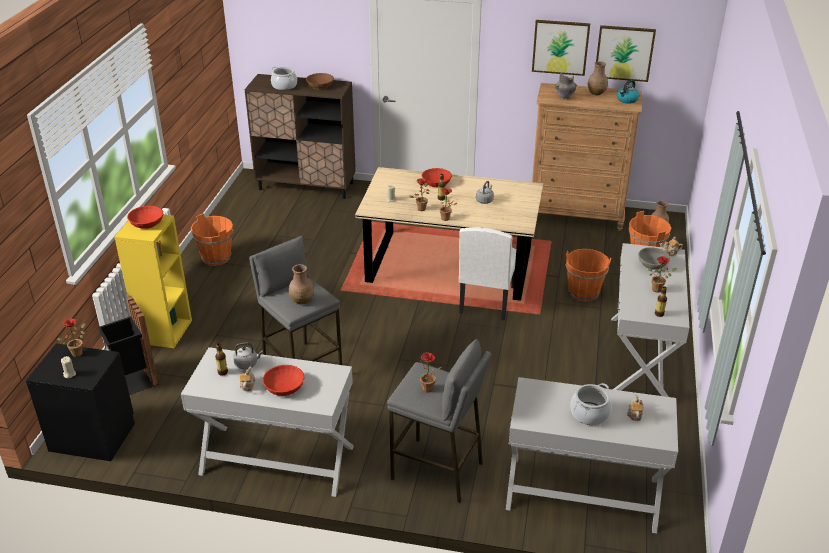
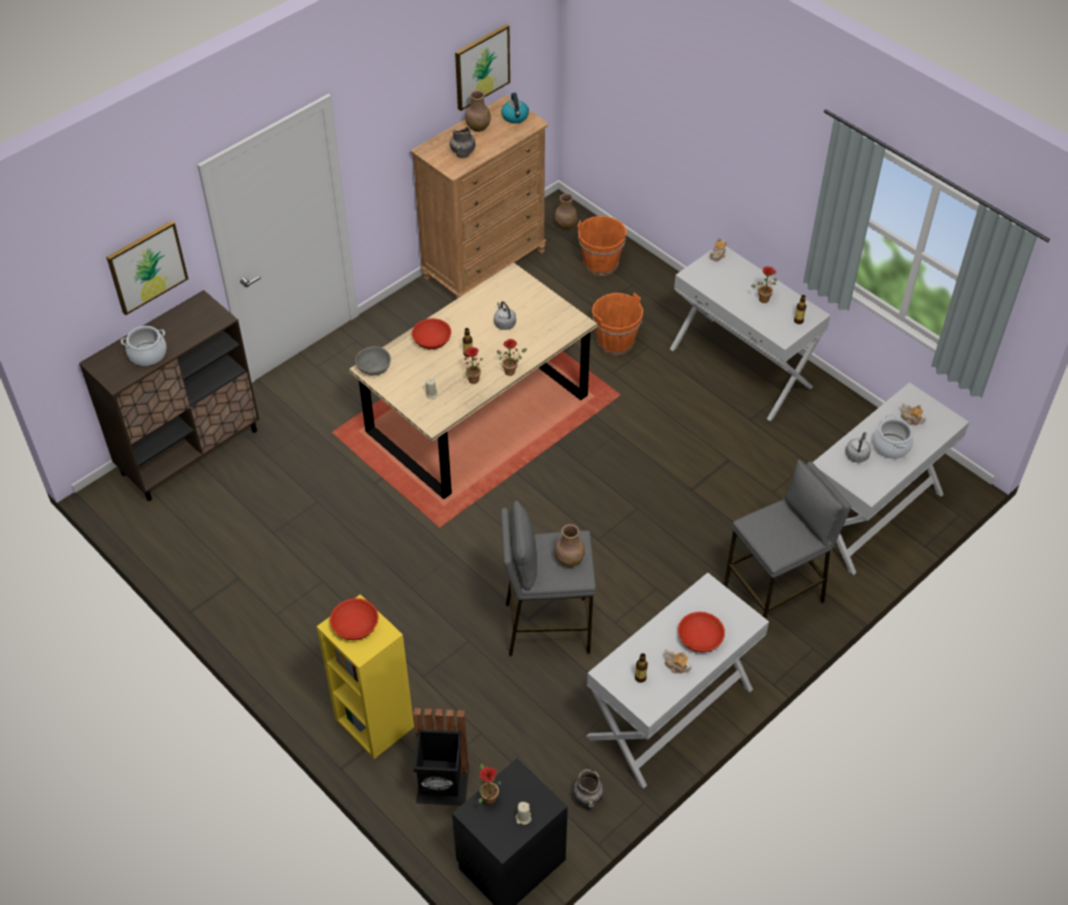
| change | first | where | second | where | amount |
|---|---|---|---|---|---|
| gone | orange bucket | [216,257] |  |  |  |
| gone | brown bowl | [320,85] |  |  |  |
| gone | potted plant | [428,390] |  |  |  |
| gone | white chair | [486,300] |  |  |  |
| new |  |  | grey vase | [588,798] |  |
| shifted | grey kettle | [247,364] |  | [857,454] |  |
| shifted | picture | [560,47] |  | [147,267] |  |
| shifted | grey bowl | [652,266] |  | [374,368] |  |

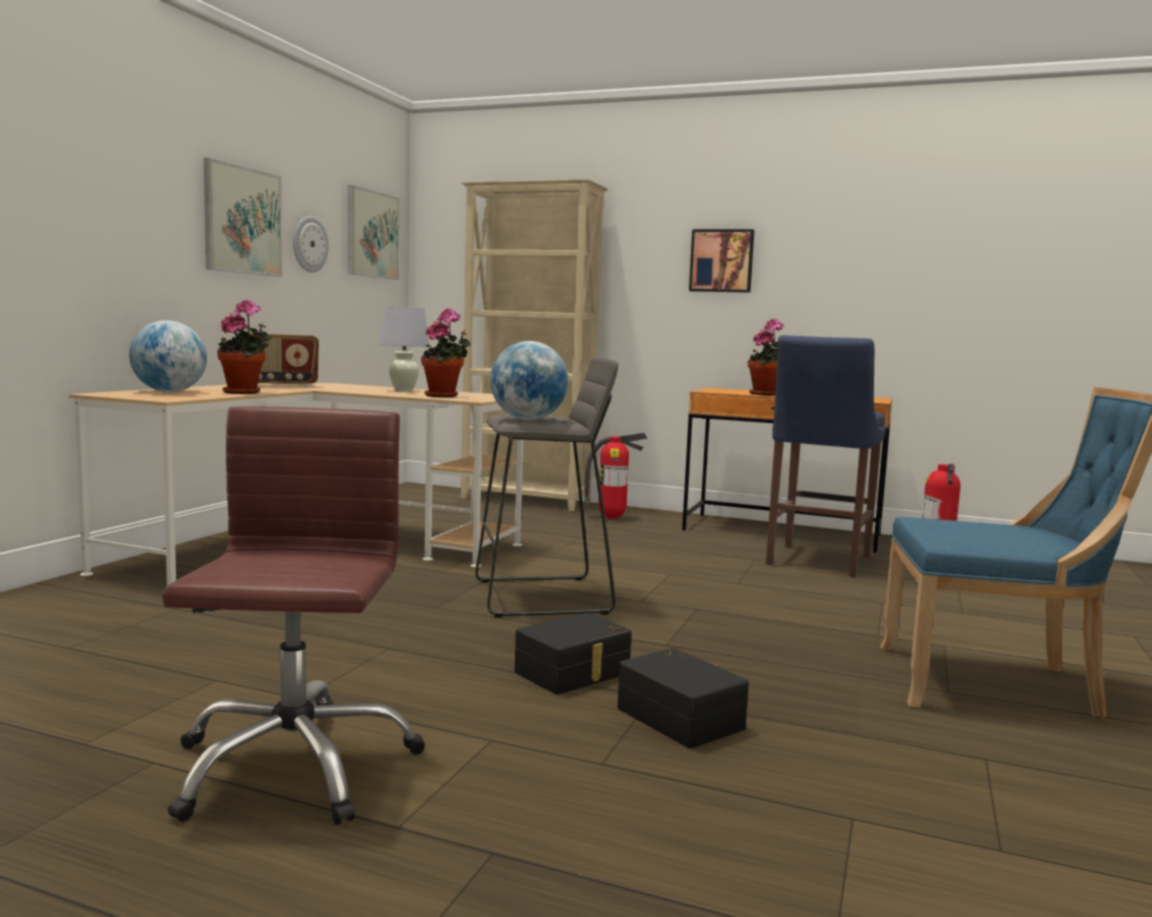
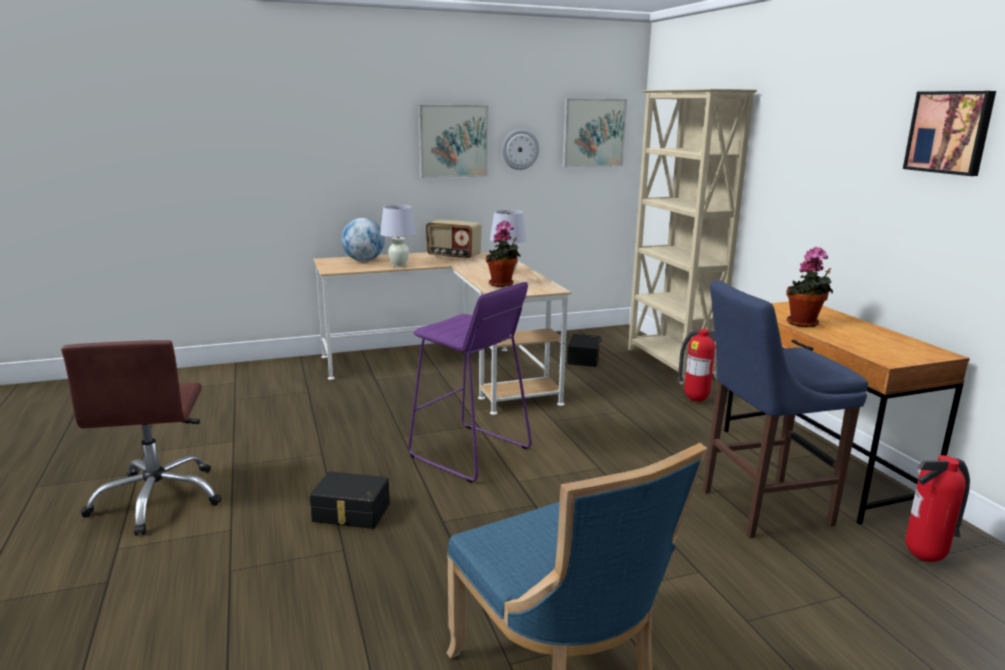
| change | first | where | second | where | amount |
|---|---|---|---|---|---|
| gone | globe | [528,419] |  |  |  |
| shifted | black storage box | [682,717] |  | [585,358] |  |
| shifted | picture | [722,261] |  | [950,132] |  |
| swapped | potted plant | [245,392] | white table lamp | [399,265] |  |
| repainted | grey stool | [542,597] | purple stool | [469,452] |  |
| rotated | brown office chair | [292,766] |  | [158,499] | 120 degrees clockwise |

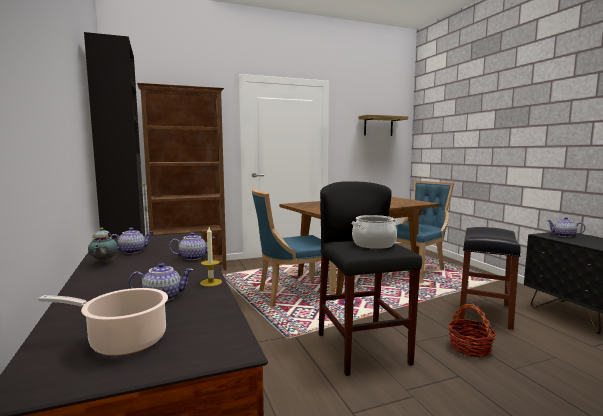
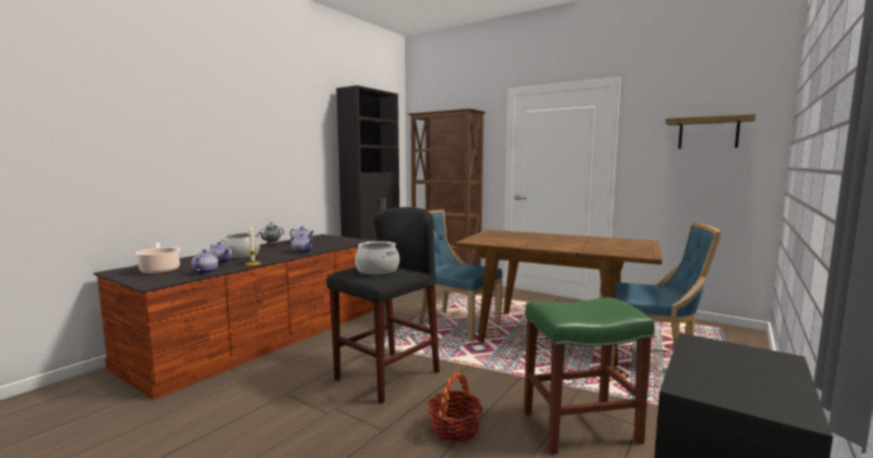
| change | first | where | second | where | amount |
|---|---|---|---|---|---|
| new |  |  | cooking pot | [241,255] |  |
| shifted | teapot | [564,236] |  | [205,272] |  |
| repainted | black stool | [484,312] | green stool | [581,426] |  |

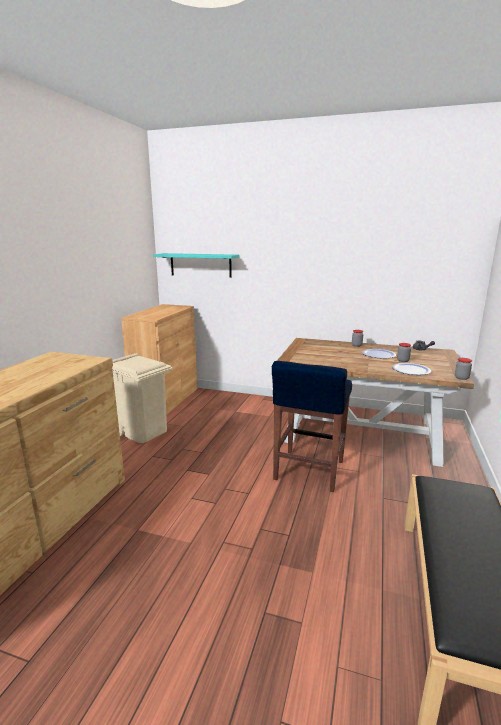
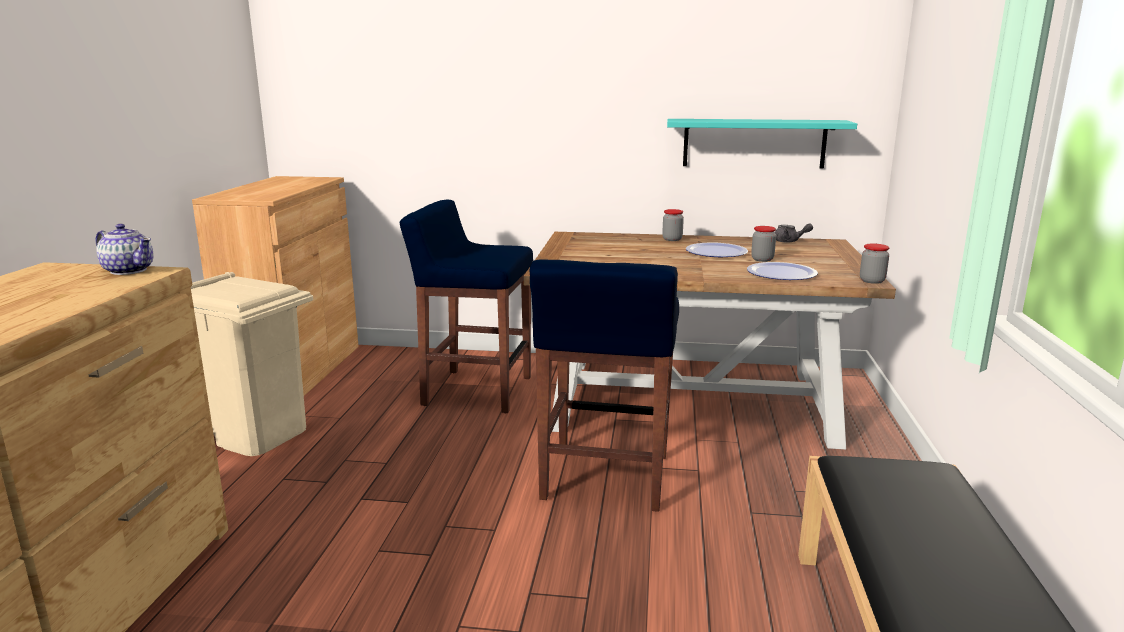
| change | first | where | second | where | amount |
|---|---|---|---|---|---|
| new |  |  | teapot | [128,270] |  |
| new |  |  | blue stool | [475,391] |  |
| shifted | turquoise shelf | [200,265] |  | [754,143] |  |

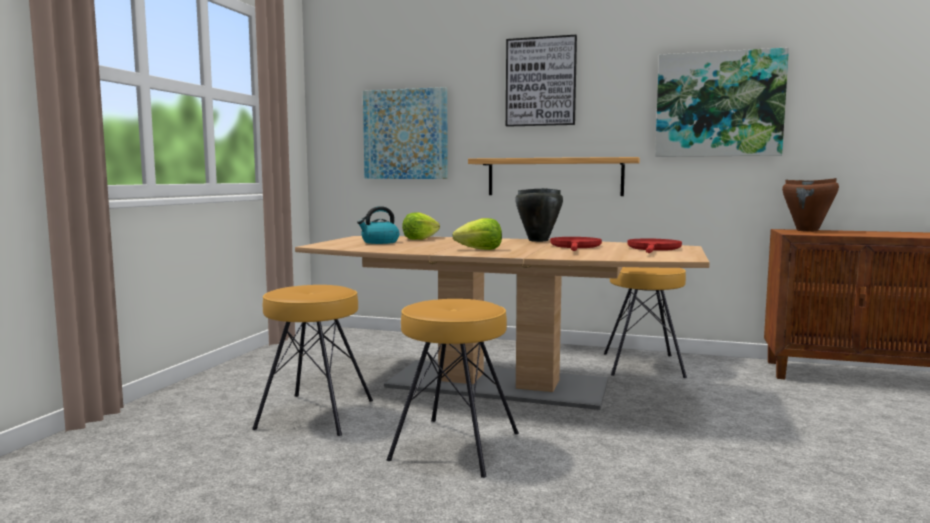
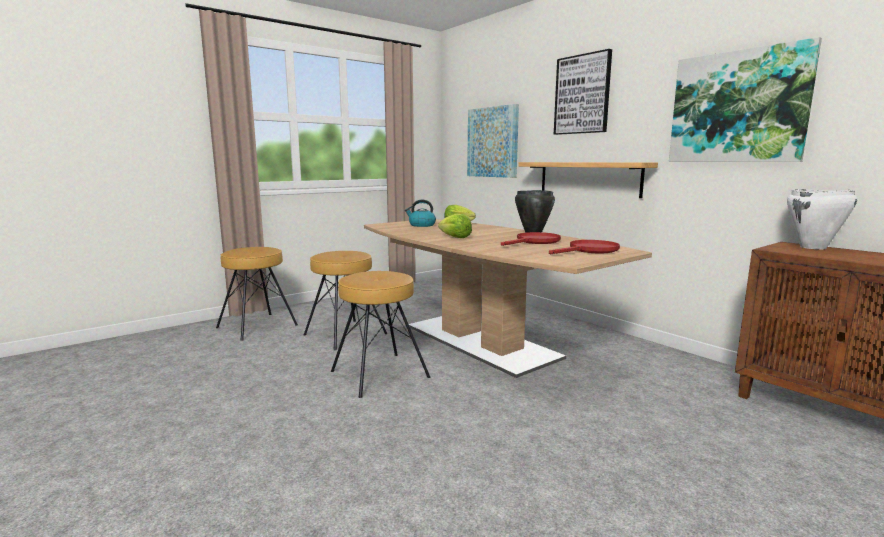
| change | first | where | second | where | amount |
|---|---|---|---|---|---|
| shifted | brown stool | [643,365] |  | [257,326] |  |
| repainted | brown cooking pot | [807,230] | white cooking pot | [813,247] |  |

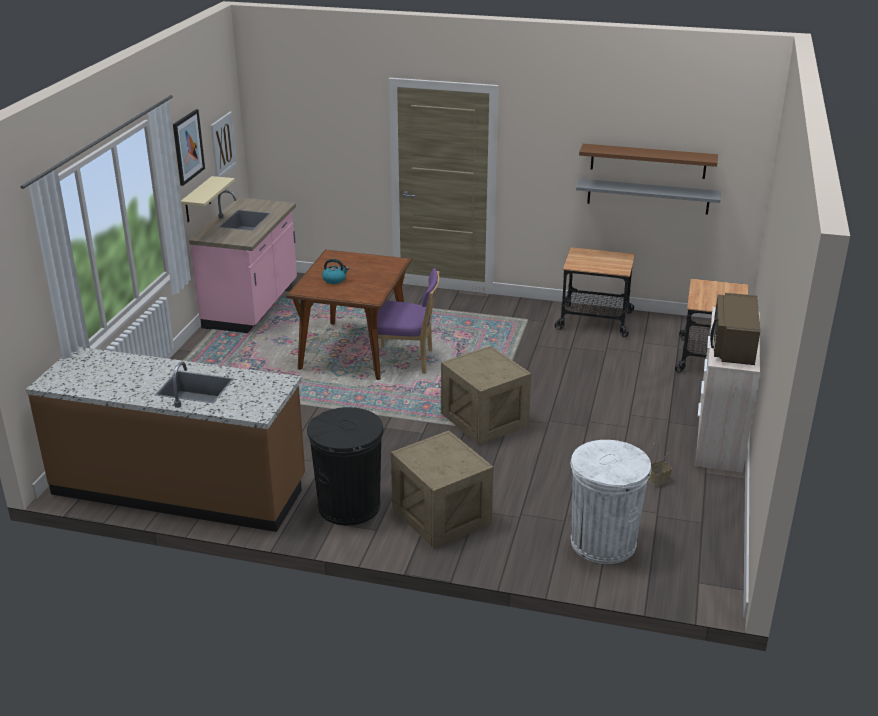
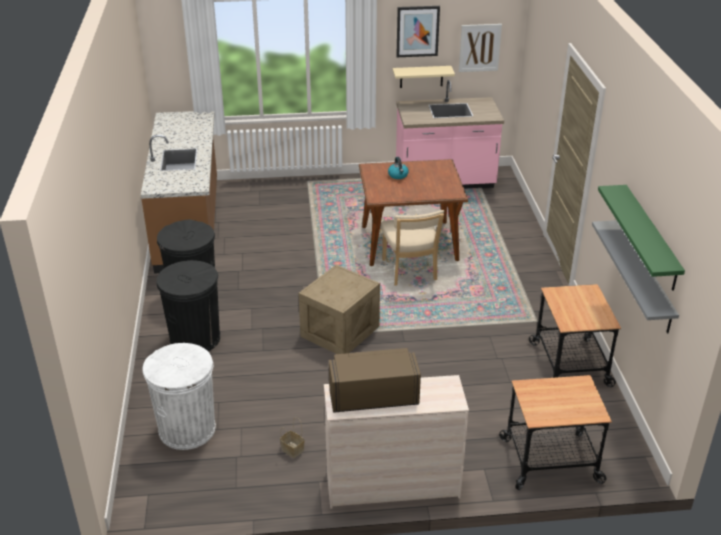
| change | first | where | second | where | amount |
|---|---|---|---|---|---|
| swapped | crate | [441,516] | black trash can | [195,339] |  |
| repainted | purple chair | [406,361] | beige chair | [410,272] |  |
| repainted | brown shelf | [648,161] | green shelf | [651,237] |  |

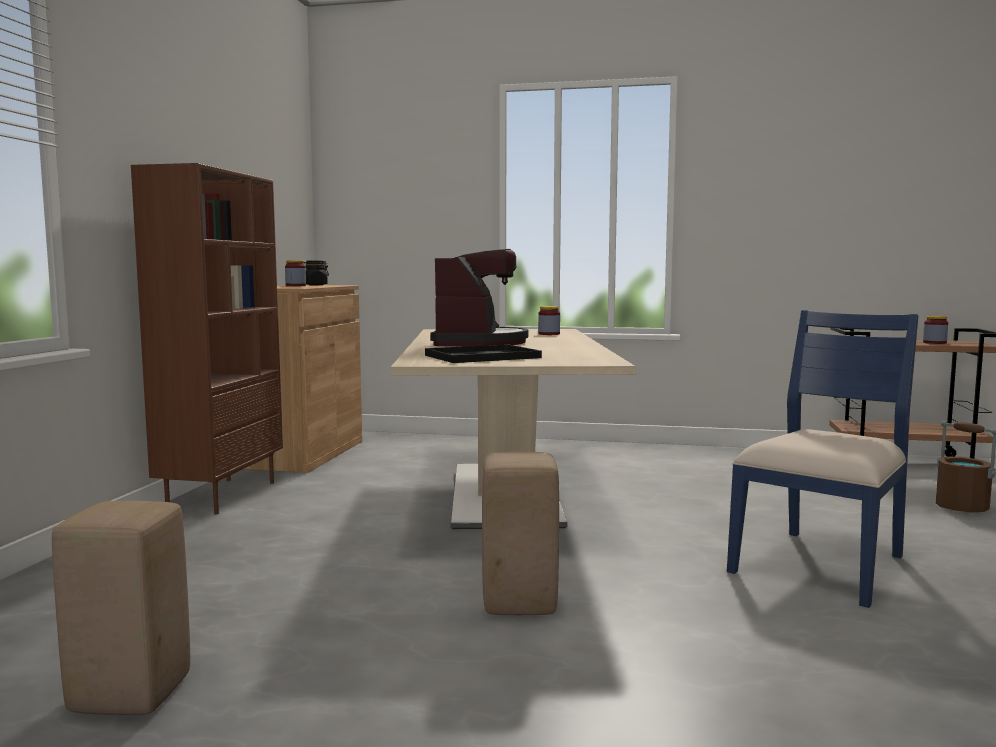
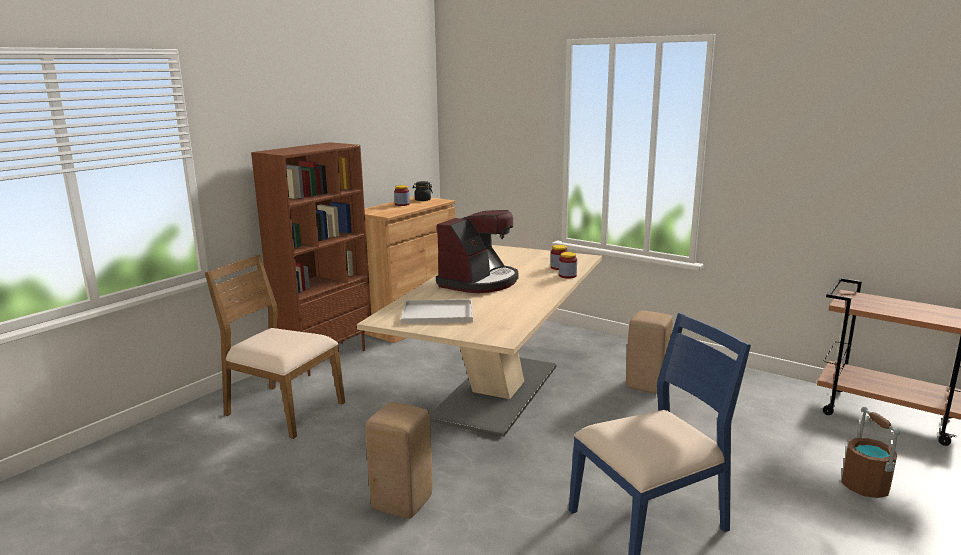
| change | first | where | second | where | amount |
|---|---|---|---|---|---|
| new |  |  | brown chair | [283,409] |  |
| shifted | beige stool | [131,696] |  | [647,386] |  |
| shifted | jar | [934,343] |  | [567,275] |  |
| repainted | black tray | [483,356] | white tray | [439,313] |  |

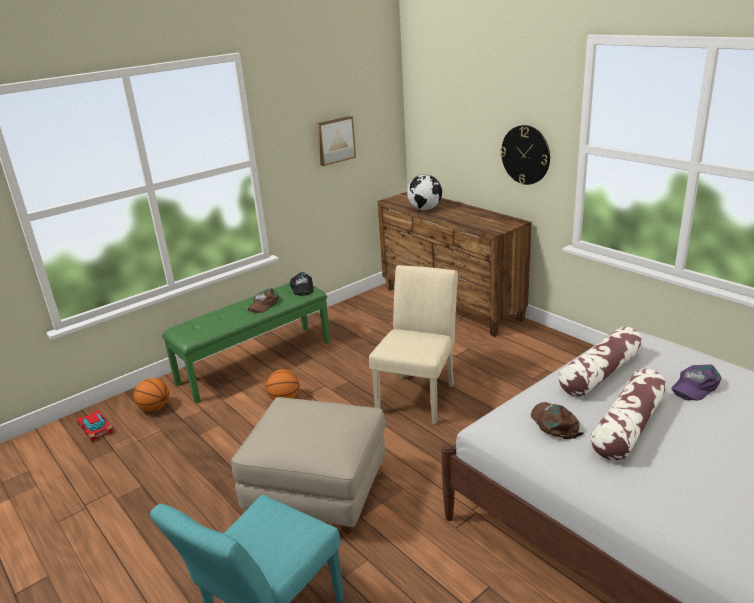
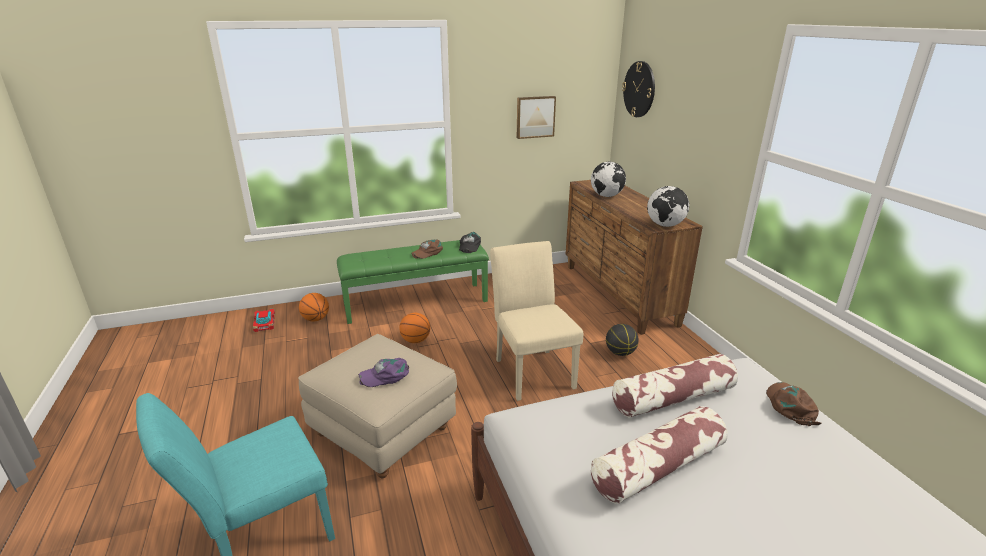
| change | first | where | second | where | amount |
|---|---|---|---|---|---|
| new |  |  | basketball | [620,353] |  |
| new |  |  | globe | [665,225] |  |
| shifted | wall clock | [525,155] |  | [639,89] |  |
| shifted | brown cap | [554,423] |  | [790,406] |  |
| shifted | purple cap | [694,386] |  | [385,375] |  |
| rotated | beige chair | [418,395] |  | [531,370] | 60 degrees counterclockwise |

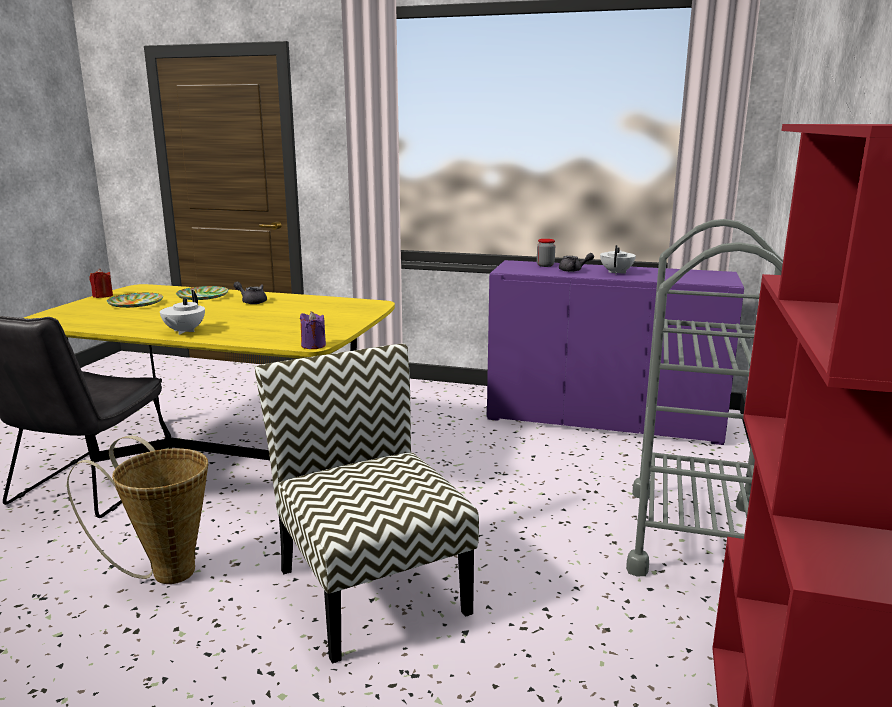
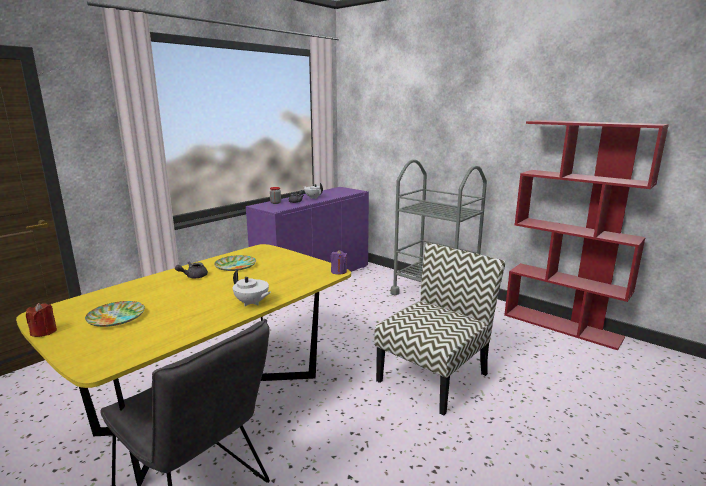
| change | first | where | second | where | amount |
|---|---|---|---|---|---|
| gone | basket | [165,571] |  |  |  |
| shifted | plate | [203,296] |  | [235,266] |  |
| rotated | chair | [370,589] |  | [433,376] | 135 degrees clockwise |

